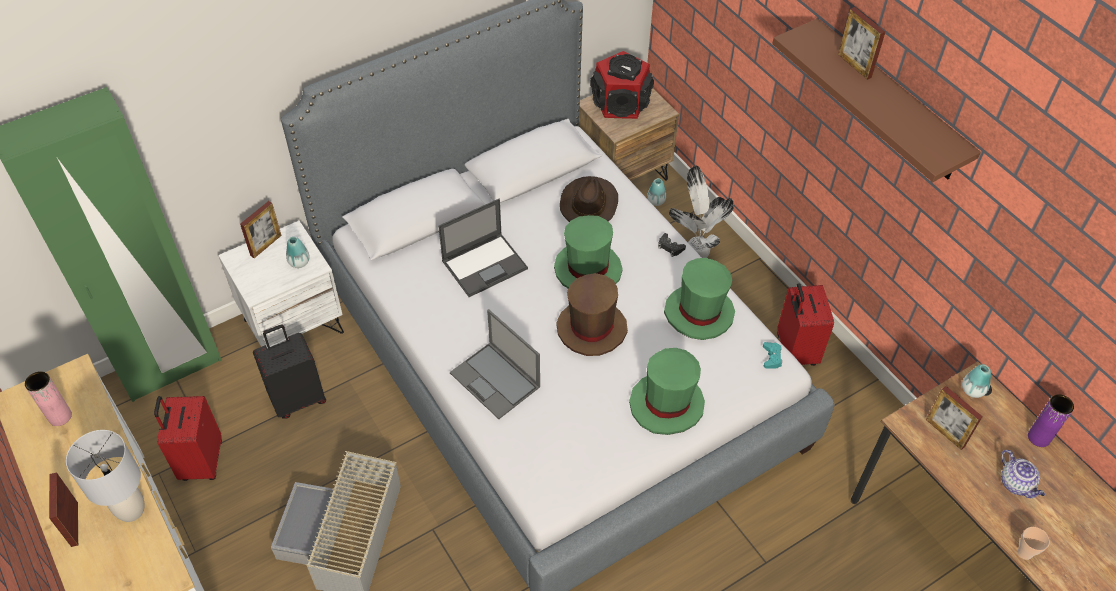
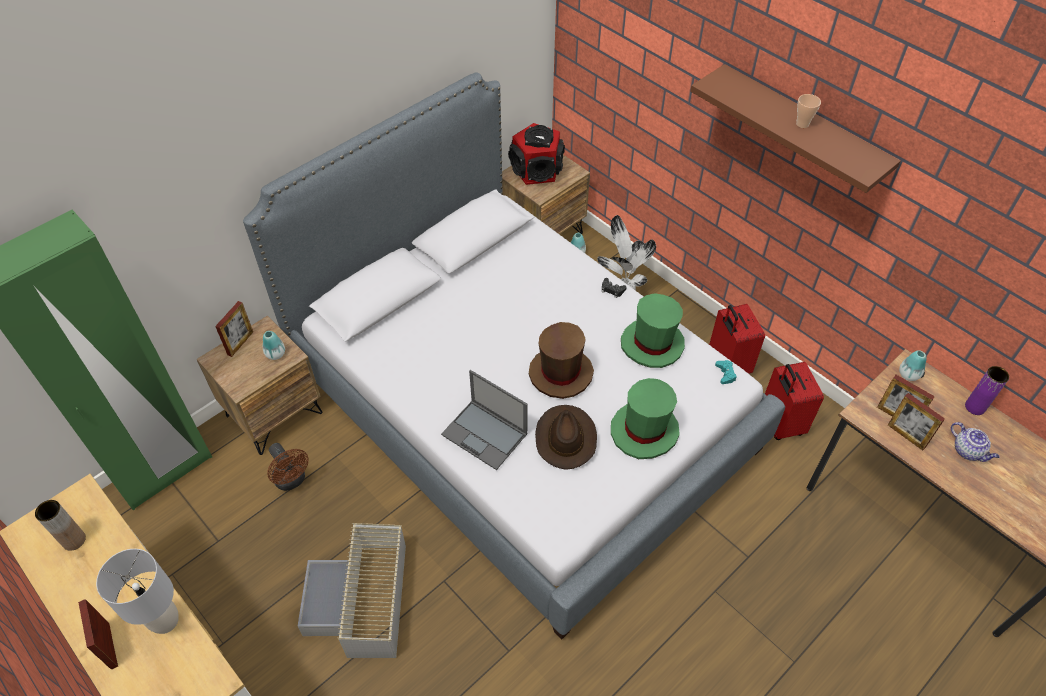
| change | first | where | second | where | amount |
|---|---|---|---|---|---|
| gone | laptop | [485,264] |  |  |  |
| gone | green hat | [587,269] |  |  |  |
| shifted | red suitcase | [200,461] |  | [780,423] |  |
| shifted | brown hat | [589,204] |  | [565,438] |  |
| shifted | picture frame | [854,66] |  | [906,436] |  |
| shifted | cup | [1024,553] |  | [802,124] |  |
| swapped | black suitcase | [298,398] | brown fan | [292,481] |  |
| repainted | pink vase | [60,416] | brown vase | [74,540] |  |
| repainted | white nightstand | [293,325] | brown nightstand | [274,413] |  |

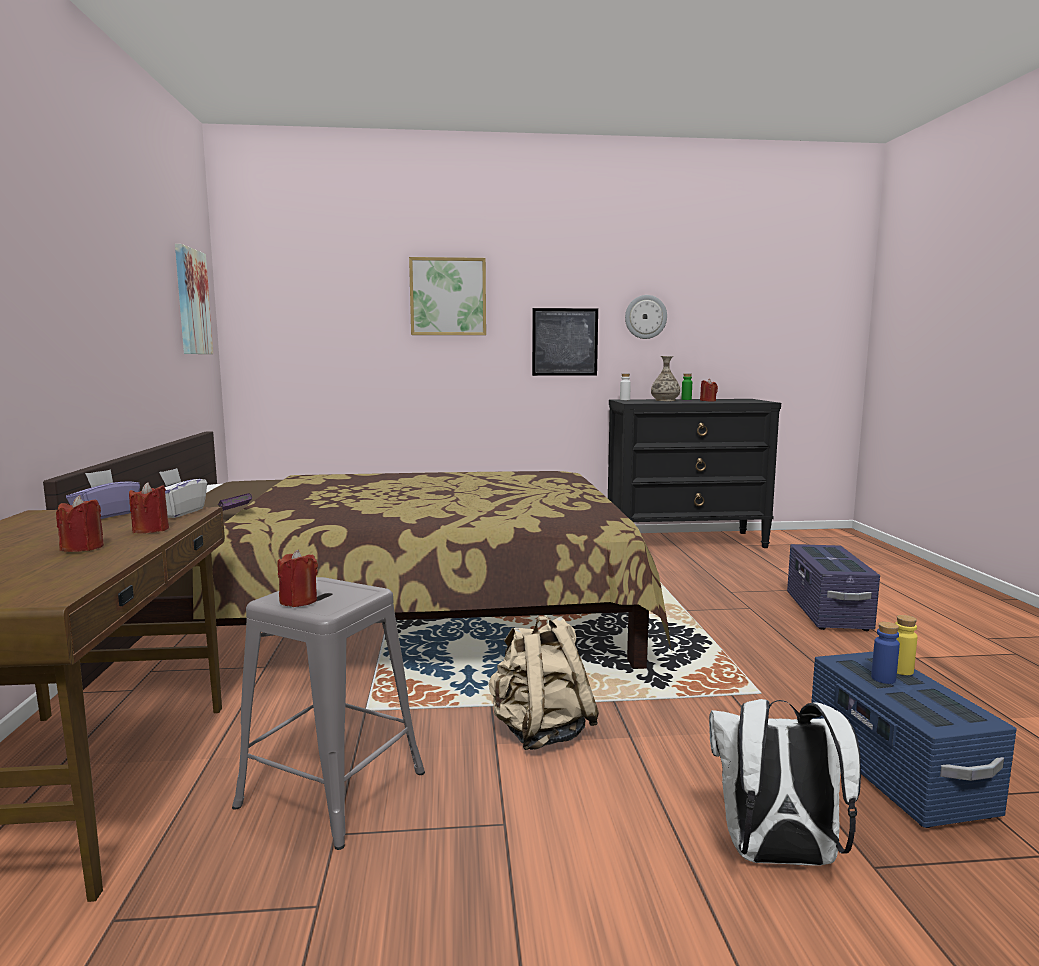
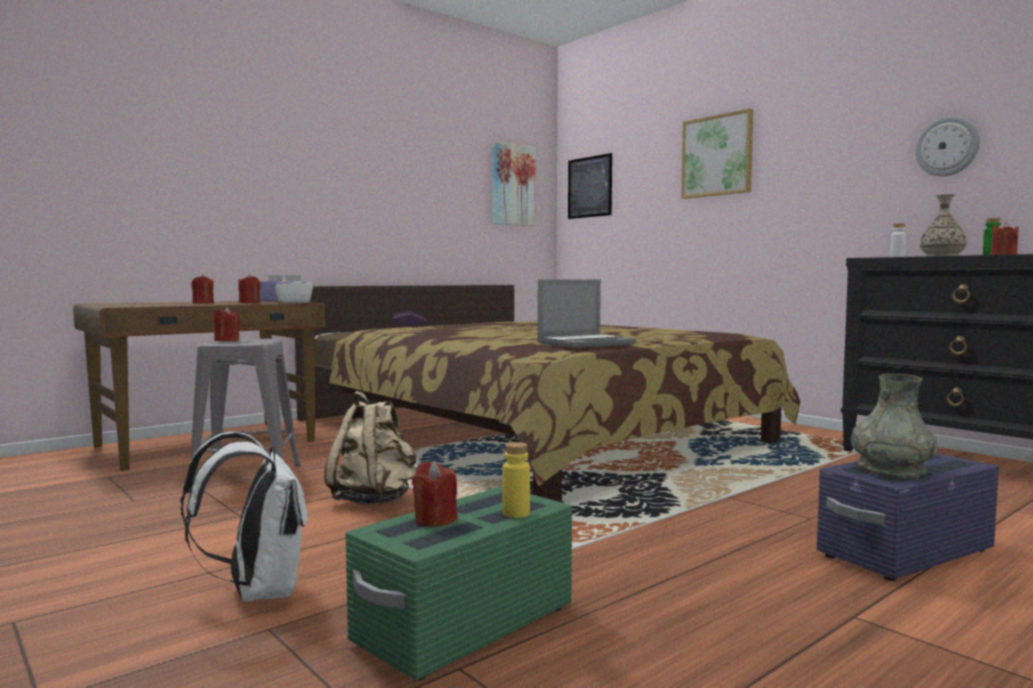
| change | first | where | second | where | amount |
|---|---|---|---|---|---|
| gone | blue bottle | [883,679] |  |  |  |
| new |  |  | red candle | [435,520] |  |
| new |  |  | laptop | [586,343] |  |
| new |  |  | grey vase | [891,470] |  |
| shifted | picture | [565,342] |  | [589,187] |  |
| repainted | blue storage box | [896,773] | green storage box | [464,626] |  |

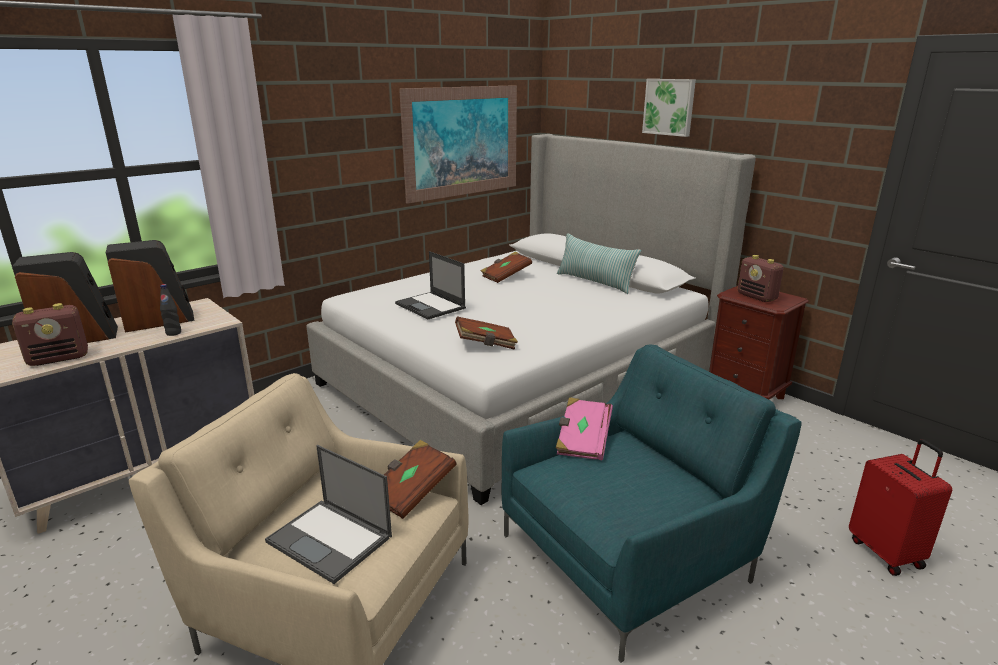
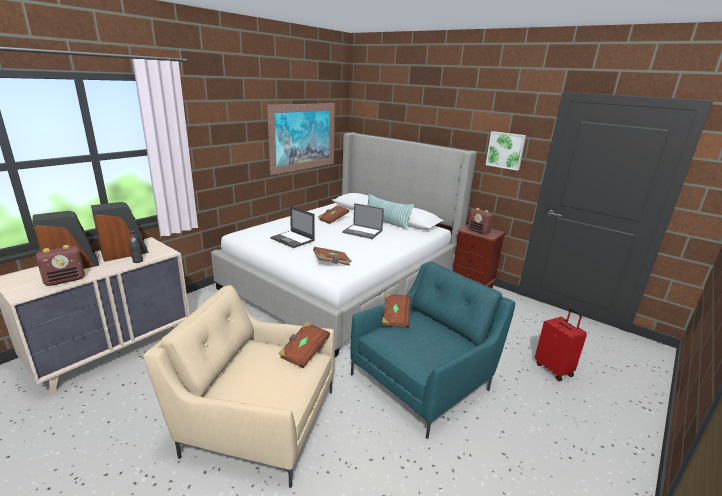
| change | first | where | second | where | amount |
|---|---|---|---|---|---|
| shifted | laptop | [331,539] |  | [363,232] |  |
| shifted | picture | [669,107] |  | [505,150] |  |
| repainted | pink book | [582,441] | brown book | [395,317] |  |

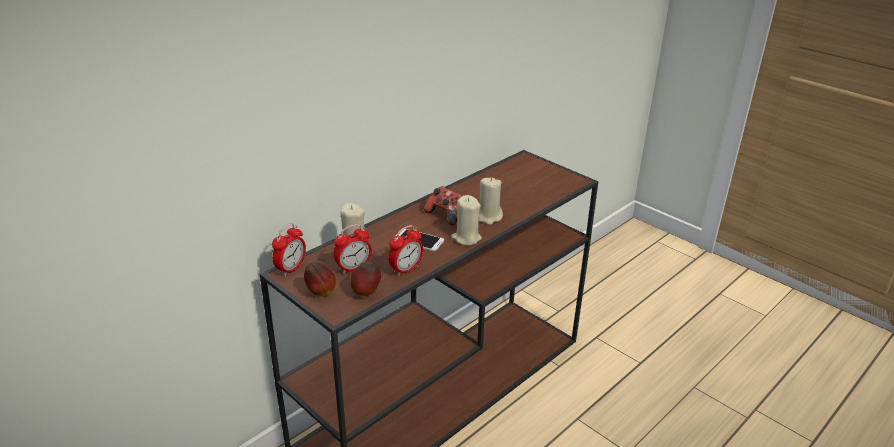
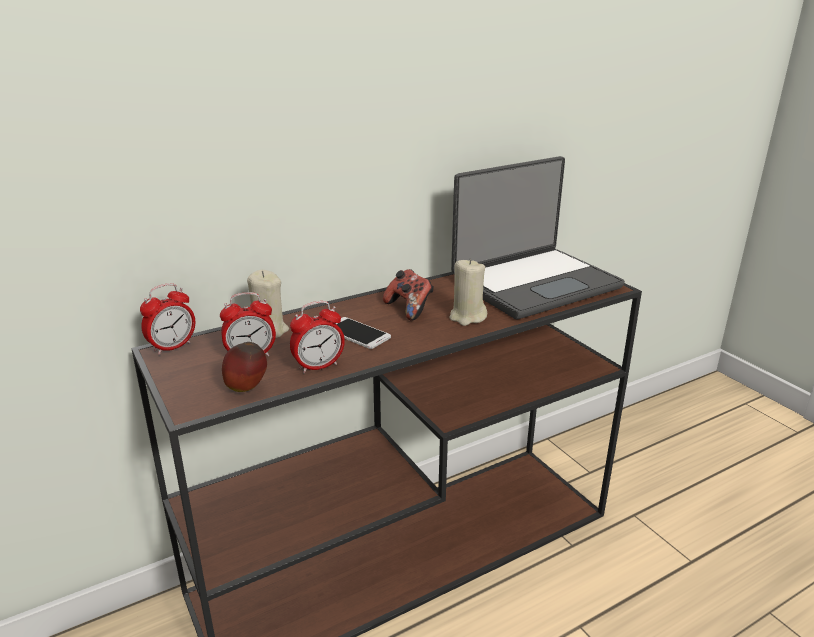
| change | first | where | second | where | amount |
|---|---|---|---|---|---|
| gone | apple | [320,293] |  |  |  |
| gone | beige candle | [466,238] |  |  |  |
| new |  |  | laptop | [534,283] |  |

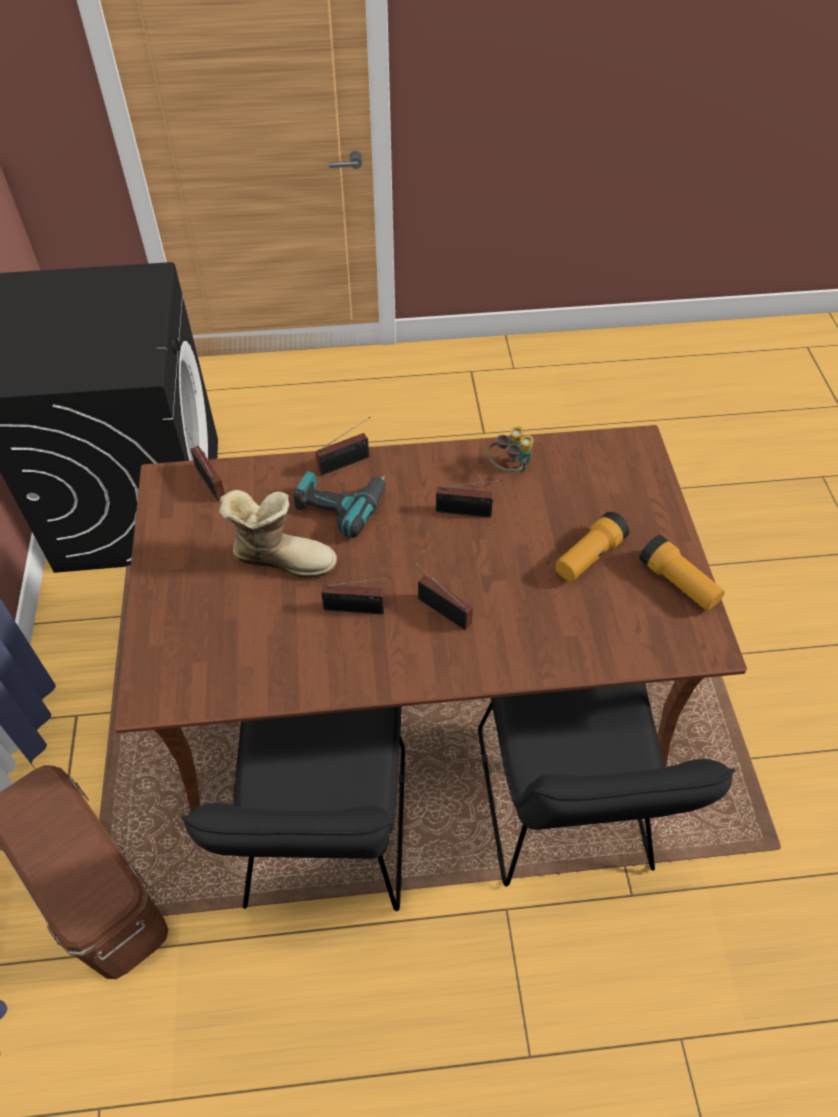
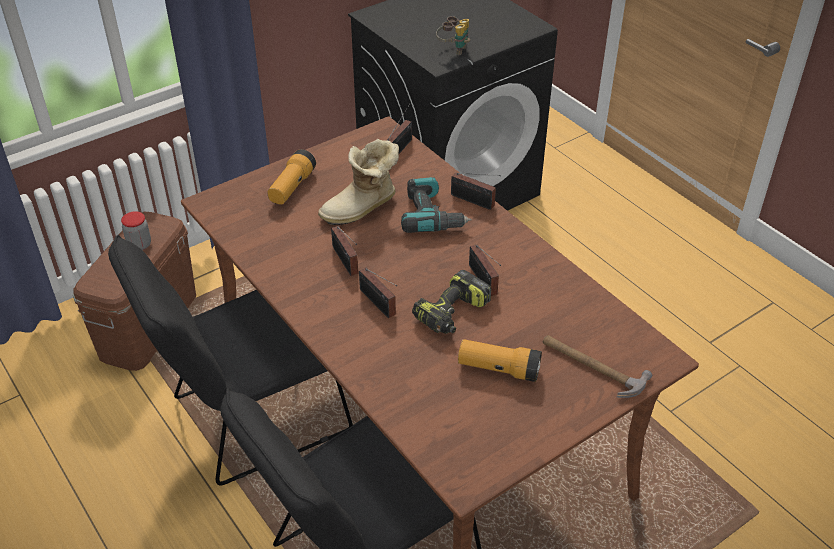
| change | first | where | second | where | amount |
|---|---|---|---|---|---|
| new |  |  | jar | [139,245] |  |
| new |  |  | power drill | [452,314] |  |
| new |  |  | hammer | [591,366] |  |
| shifted | binoculars | [509,469] |  | [453,49] |  |
| shifted | flashlight | [678,583] |  | [292,187] |  |
| rotated | boot | [282,557] |  | [362,208] | 75 degrees clockwise |
| rotated | radio | [442,609] |  | [378,304] | 135 degrees clockwise |

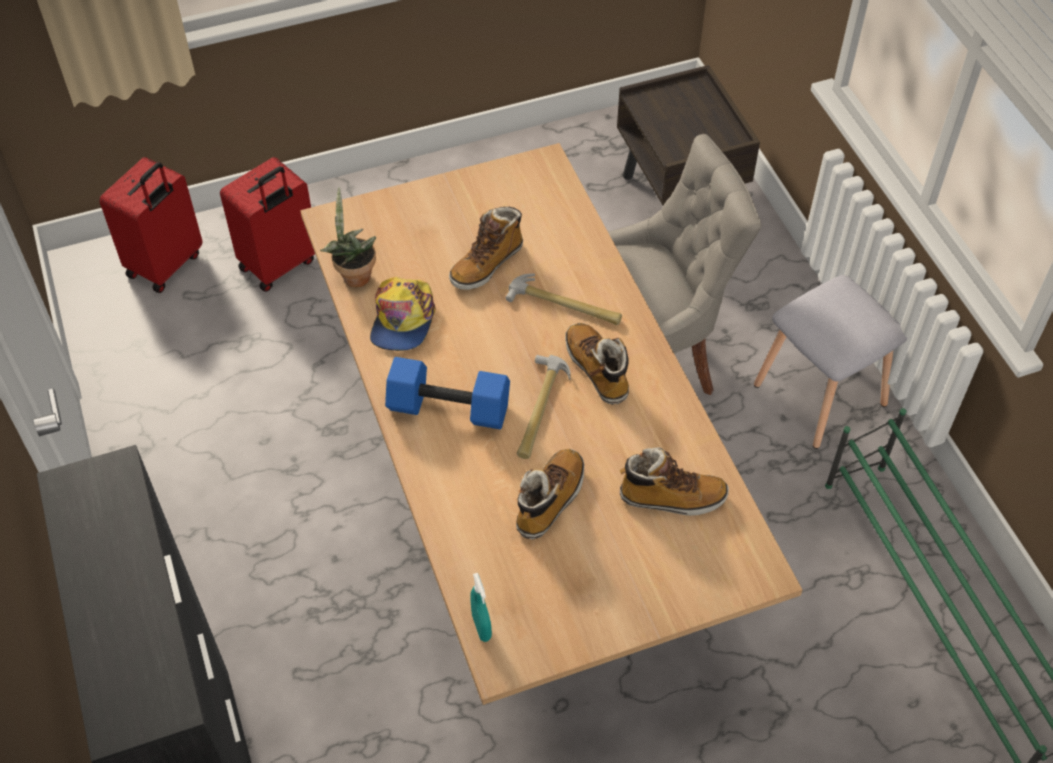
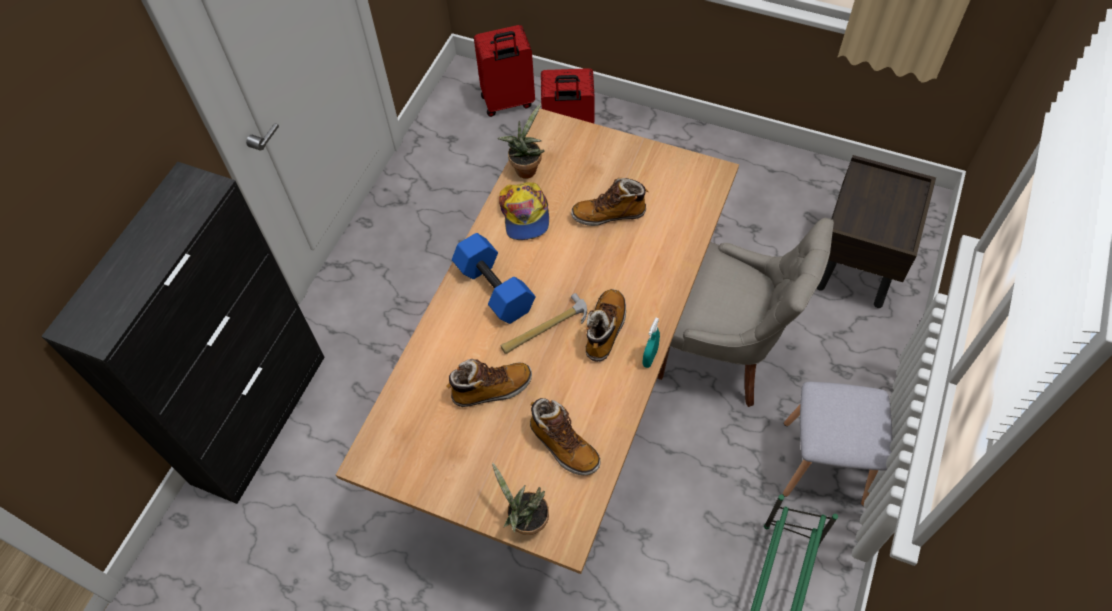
| change | first | where | second | where | amount |
|---|---|---|---|---|---|
| gone | hammer | [564,305] |  |  |  |
| new |  |  | potted plant | [525,521] |  |
| shifted | turquoise spray bottle | [481,627] |  | [650,358] |  |
| rotated | cap | [402,319] |  | [524,215] | 60 degrees counterclockwise |

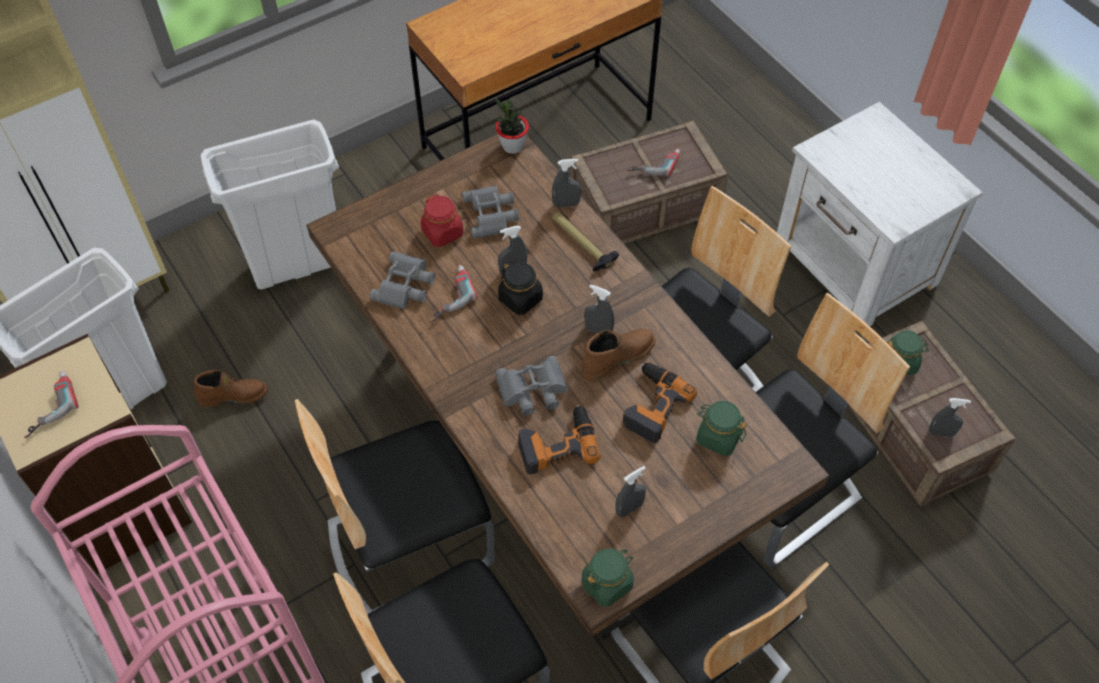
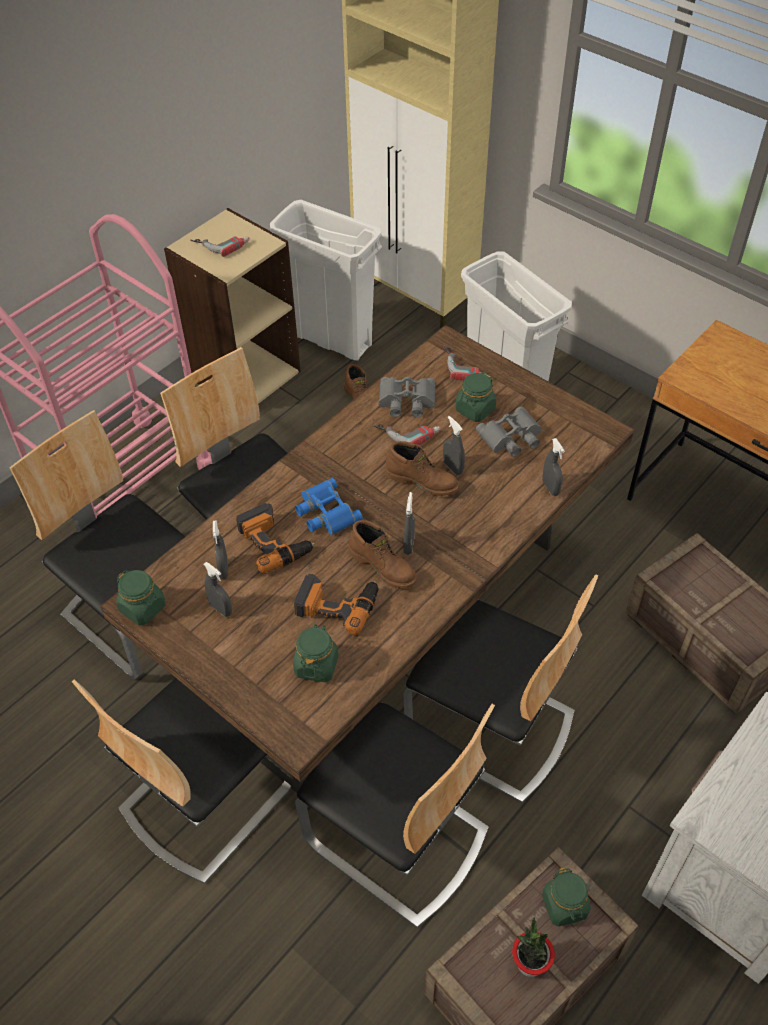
| change | first | where | second | where | amount |
|---|---|---|---|---|---|
| gone | hammer | [581,243] |  |  |  |
| shifted | potted plant | [512,146] |  | [529,963] |  |
| shifted | power drill | [654,163] |  | [466,365] |  |
| shifted | grey spray bottle | [941,433] |  | [223,569] |  |
| swapped | black jar | [521,299] | brown boot | [422,480] |  |
| repainted | red jar | [443,233] | green jar | [475,410] |  |
| repainted | grey binoculars | [532,391] | blue binoculars | [325,512] |  |

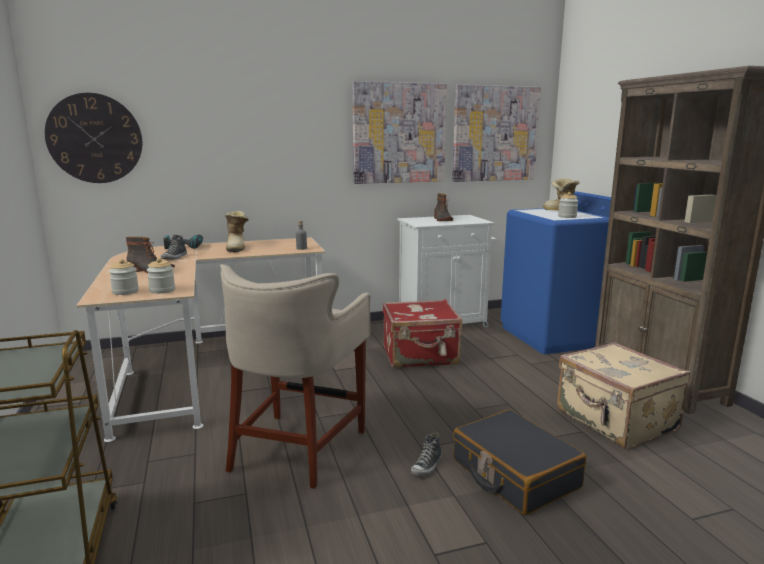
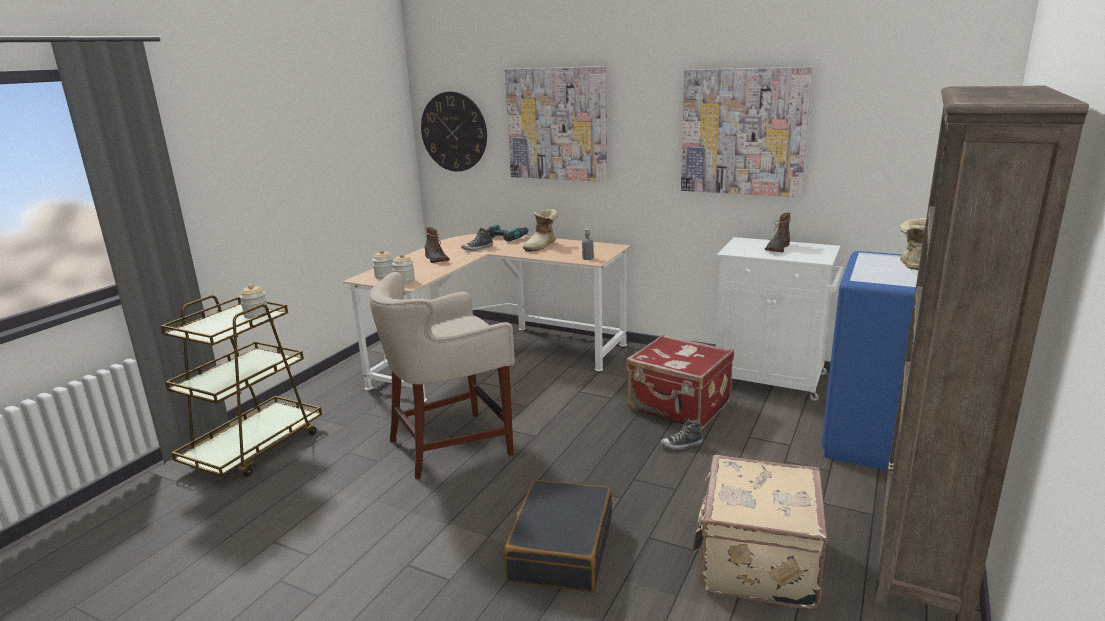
| change | first | where | second | where | amount |
|---|---|---|---|---|---|
| shifted | shoe | [427,466] |  | [681,445] |  |
| shifted | picture | [495,134] |  | [557,124] |  |
| shifted | jar | [567,216] |  | [256,315] |  |

